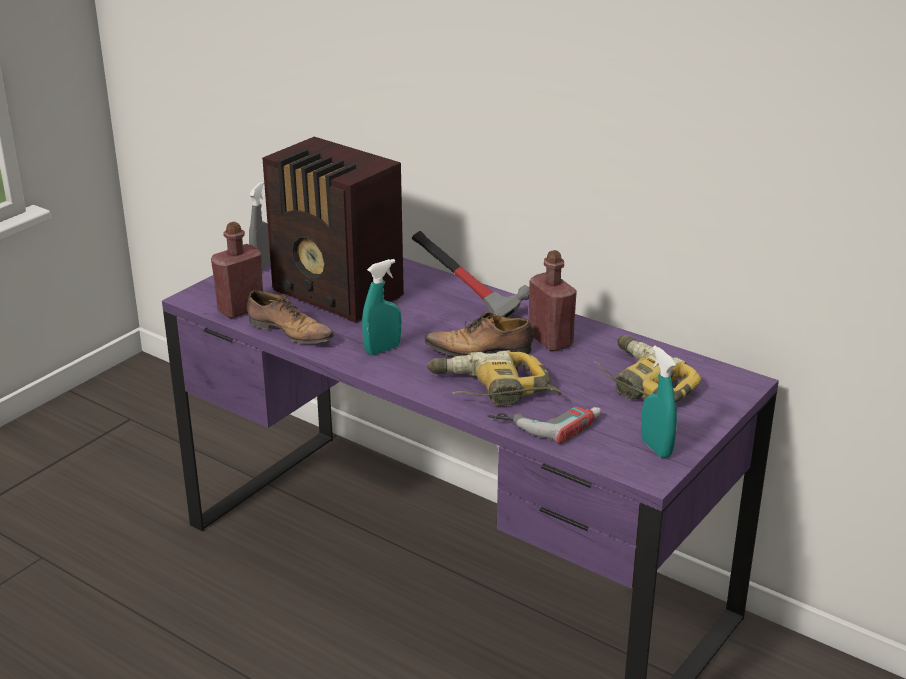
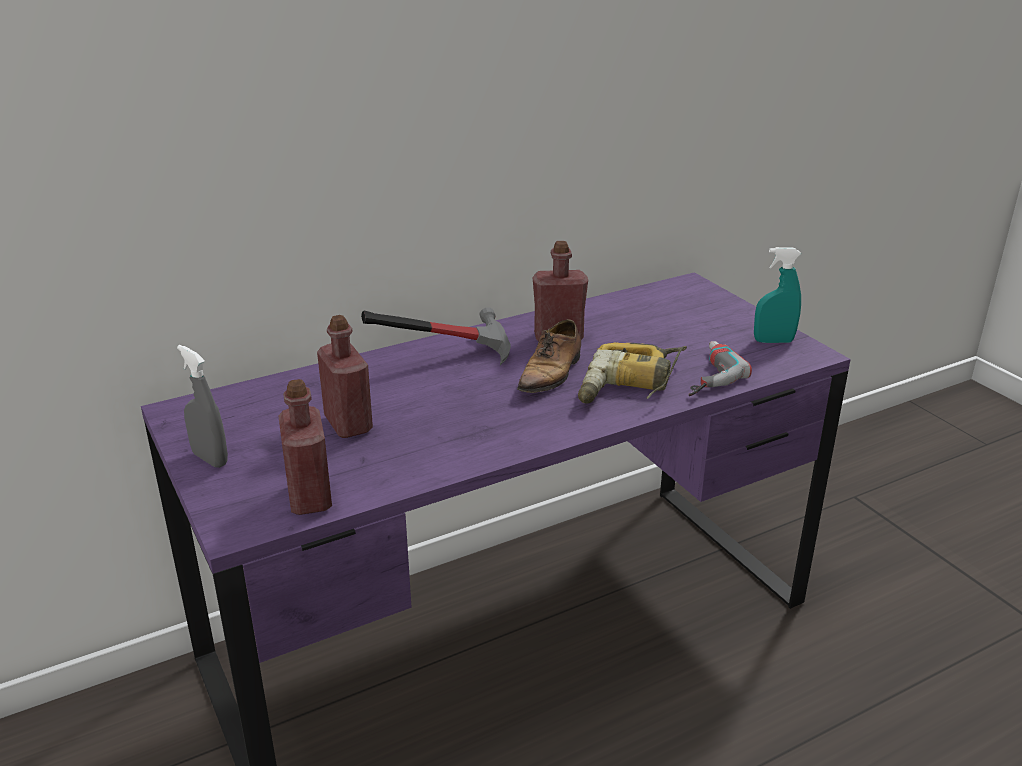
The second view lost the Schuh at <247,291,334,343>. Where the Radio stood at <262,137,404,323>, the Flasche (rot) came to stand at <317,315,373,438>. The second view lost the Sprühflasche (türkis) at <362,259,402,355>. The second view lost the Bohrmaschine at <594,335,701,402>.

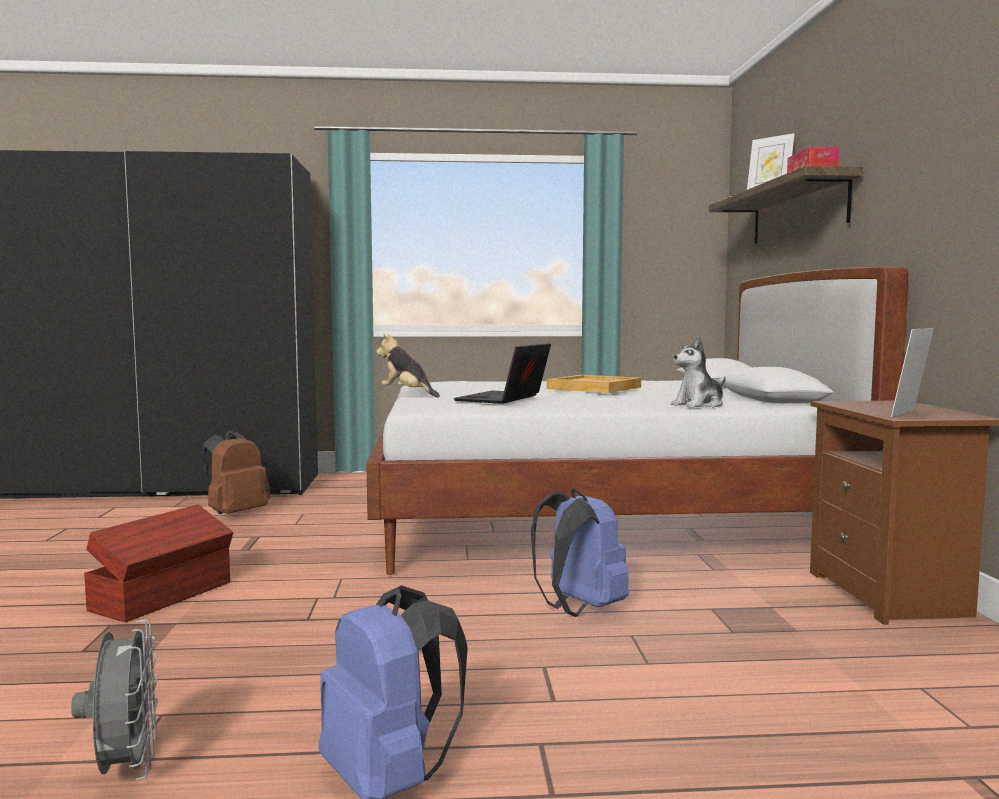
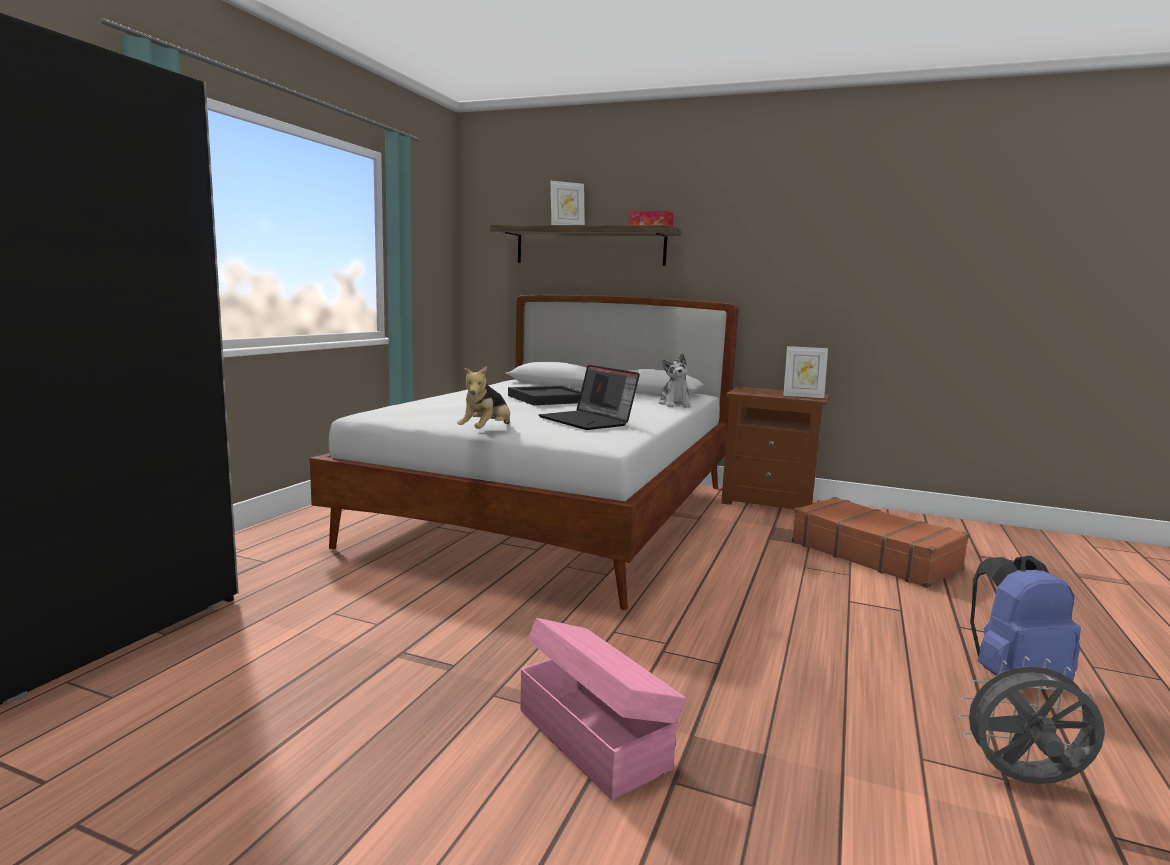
What was the Aufbewahrungsbox (braun) at <84,505,233,622> turned into the Aufbewahrungsbox (rosa) at <520,618,686,800>. The second view lost the Rucksack (braun) at <202,430,270,514>. The Plüschtier at <376,334,440,398> ended up facing another way, 45 degrees counterclockwise from before. The second view lost the Rucksack (blau) at <531,488,629,617>. What was the Tablett (beige) at <547,375,641,393> turned into the Tablett (schwarz) at <508,386,581,405>. The Bilderrahmen at <891,328,934,417> ended up facing another way, 60 degrees counterclockwise from before. The second view gained the Koffer (braun) at <792,497,969,588>.

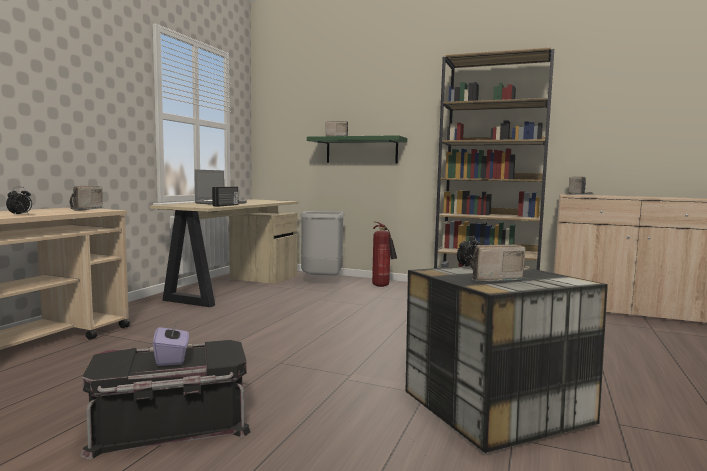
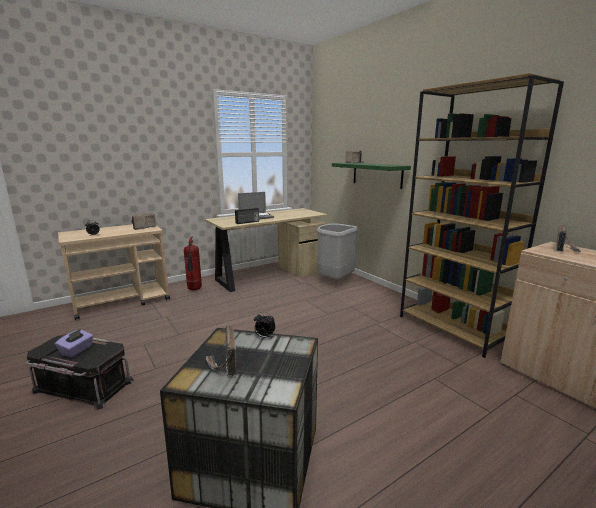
The Feuerlöscher ended up elsewhere, having gone from <372,222,397,287> to <184,237,202,290>. The Radio at <470,244,526,283> ended up facing another way, 120 degrees counterclockwise from before.

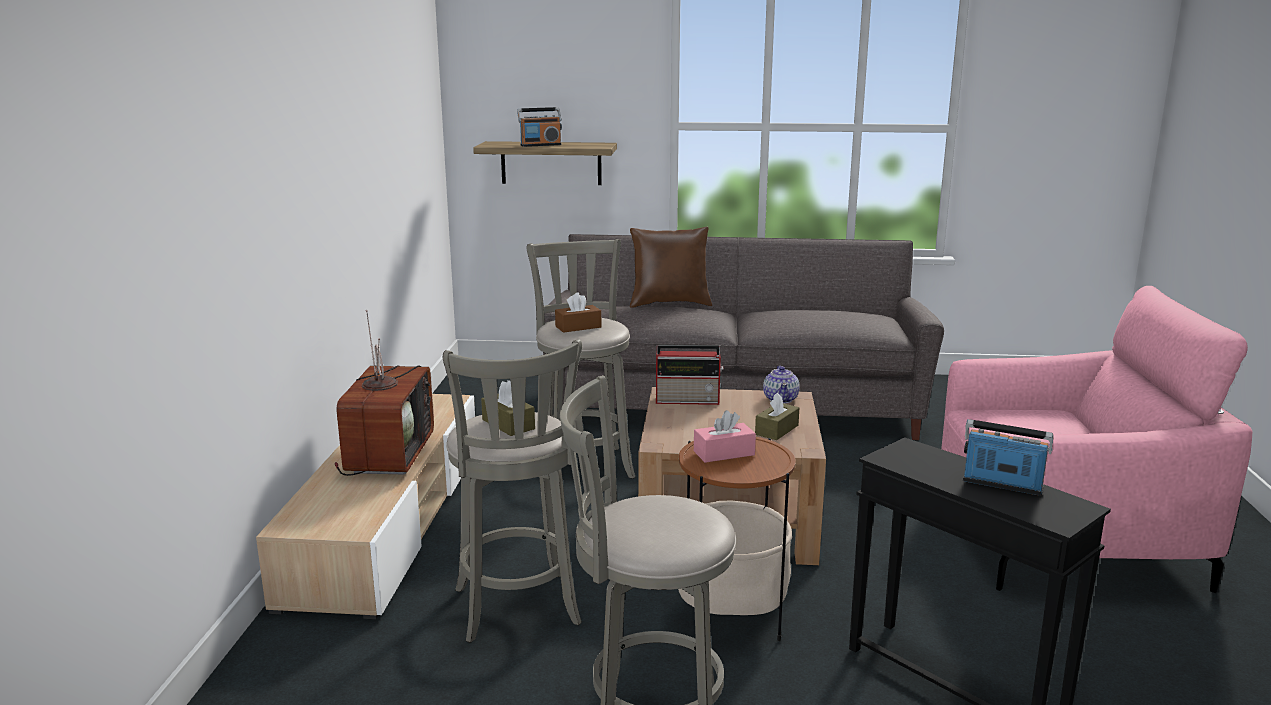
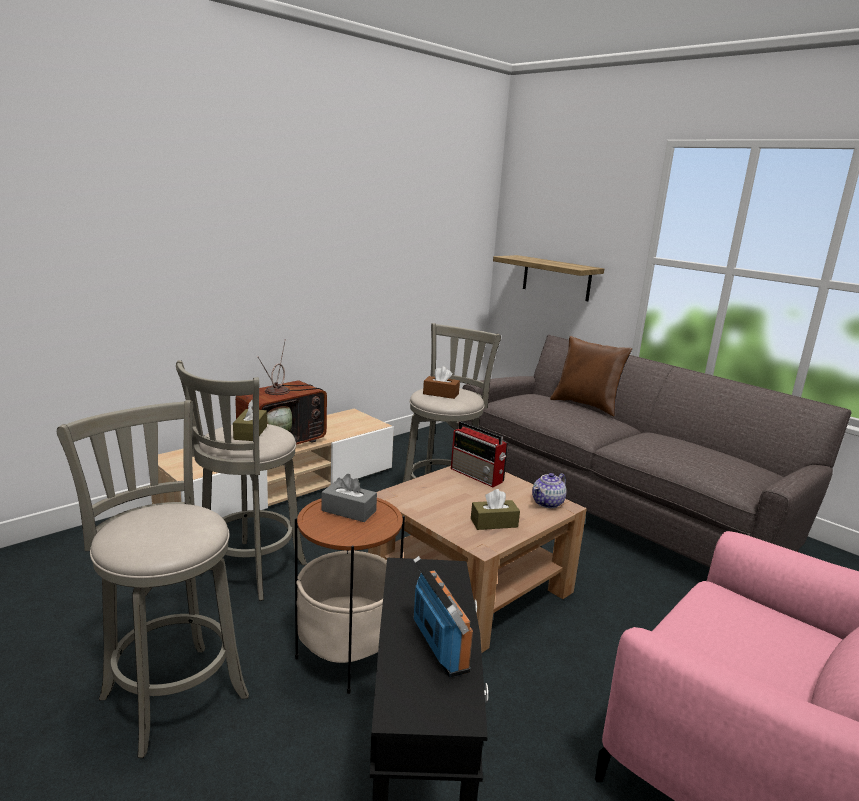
The second view lost the Radio at <517,107,562,147>. What was the Taschentuchbox (rosa) at <694,410,756,463> turned into the Taschentuchbox (grau) at <321,474,377,522>.

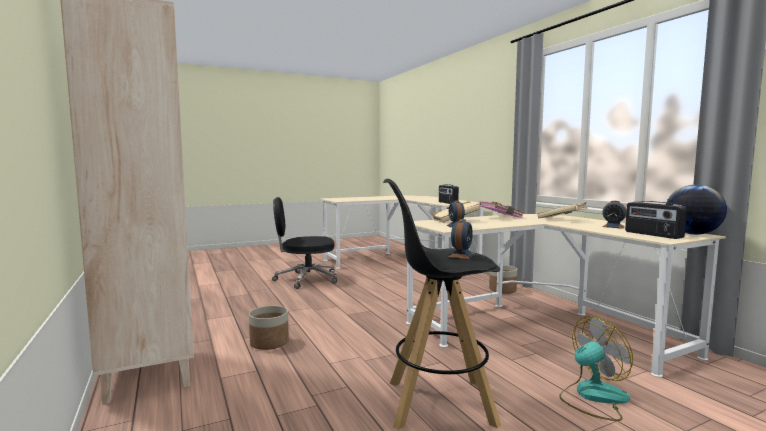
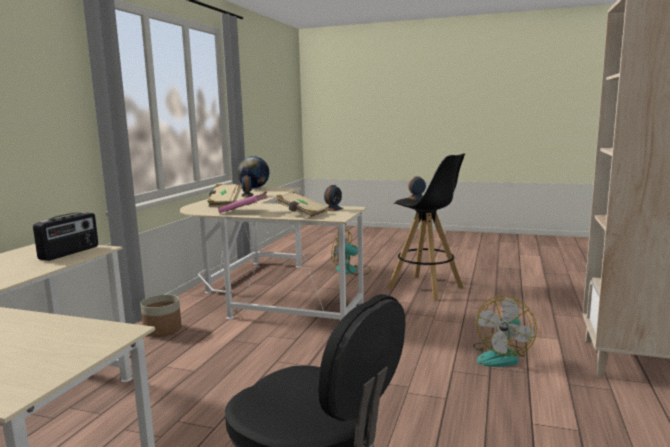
Where the Pflanzkübel stood at <249,306,289,350>, the Ventilator came to stand at <473,296,537,367>. The second view lost the Radio at <625,201,687,239>.

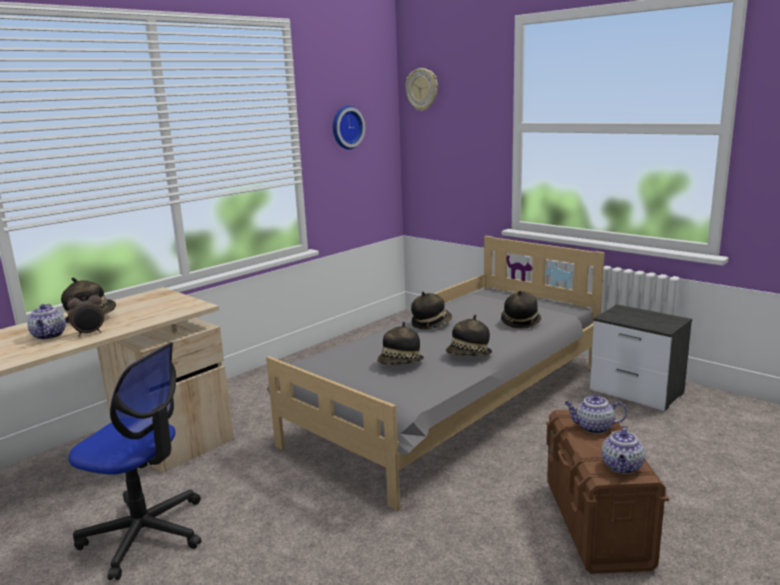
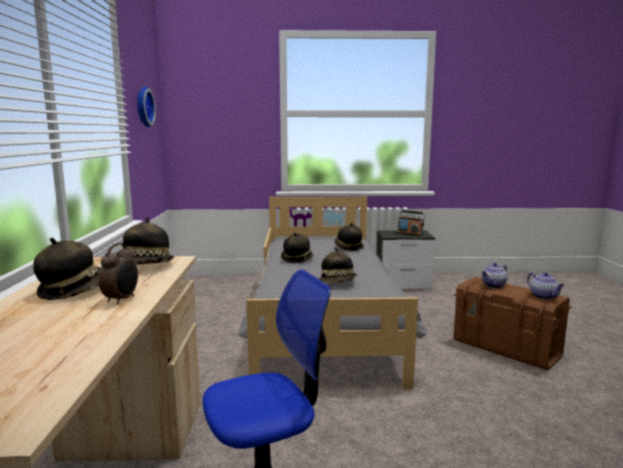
The second view lost the Teekanne at <27,304,66,340>. The second view lost the Wanduhr at <406,68,438,111>. The Hut ended up elsewhere, having gone from <446,315,492,356> to <123,217,174,264>. The second view gained the Radio at <397,210,426,236>.

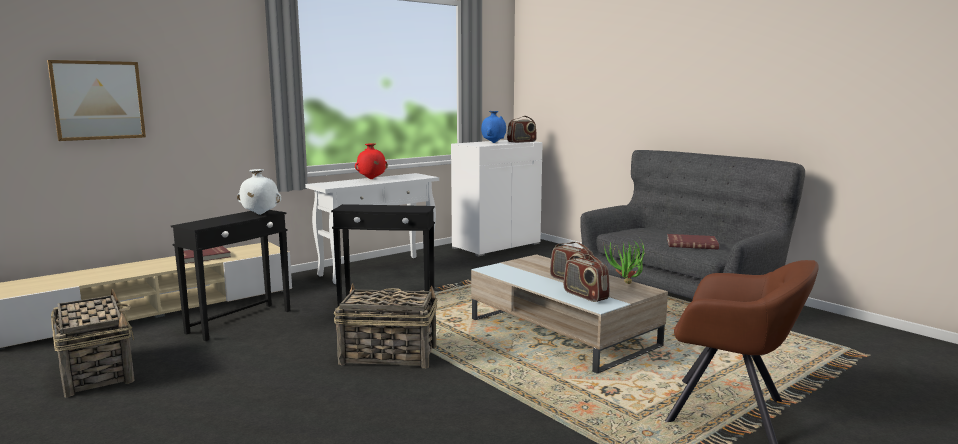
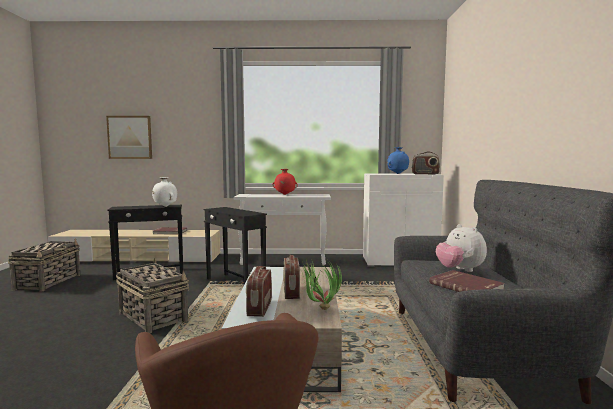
The second view gained the Plüschtier at <436,224,487,272>.

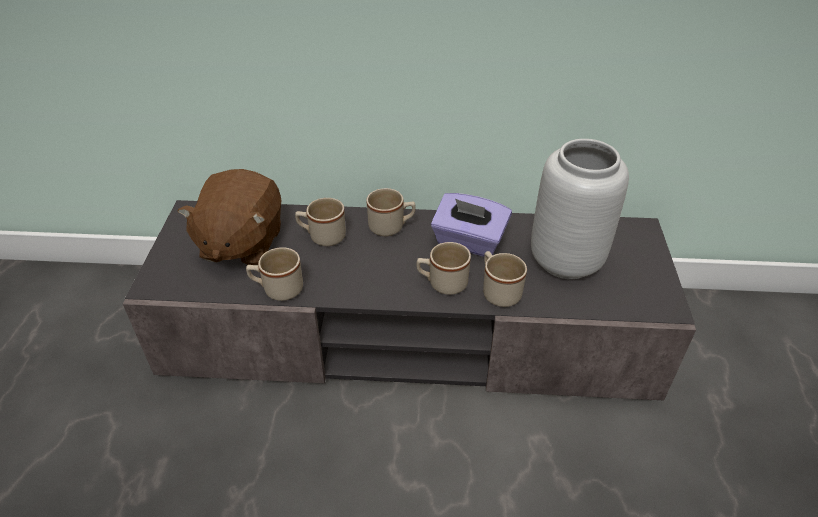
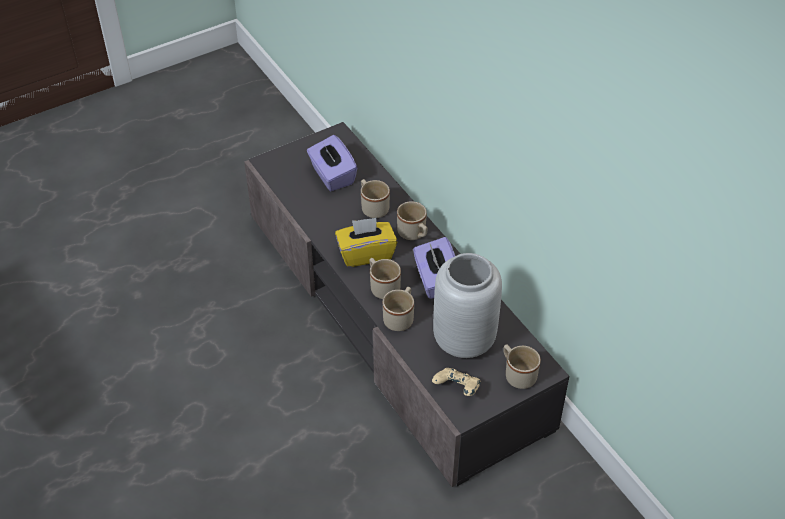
Where the Plüschtier (braun) stood at <178,169,281,265>, the Taschentuchbox (lila) came to stand at <307,135,357,191>. The Henkelbecher (beige) ended up elsewhere, having gone from <246,247,303,301> to <503,344,541,389>. The second view gained the Taschentuchbox (gelb) at <335,217,398,267>. The second view gained the Gamepad (beige) at <432,368,481,396>.

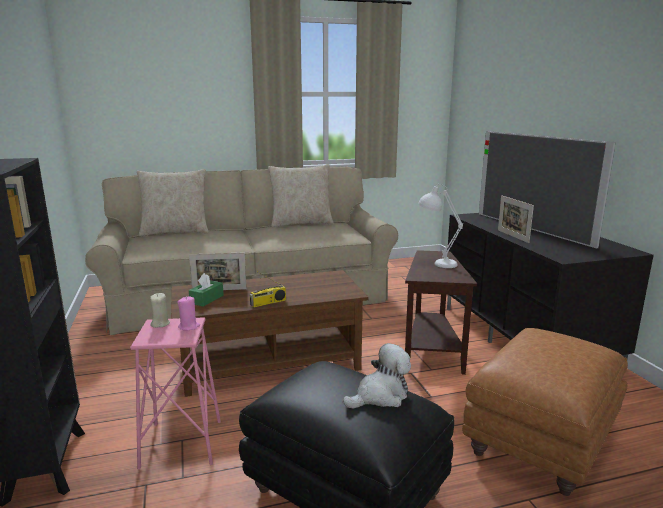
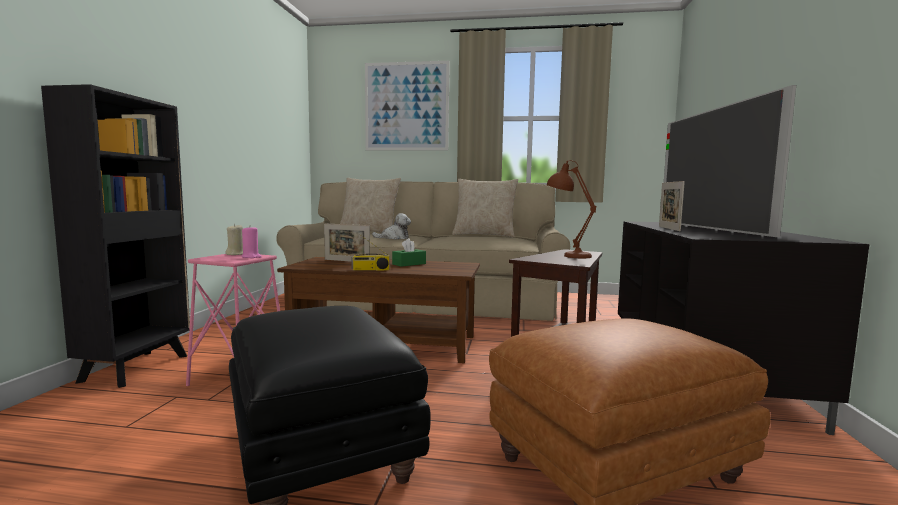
The Taschentuchbox (grün) ended up elsewhere, having gone from <189,273,224,306> to <392,238,426,267>. The Plüschtier ended up elsewhere, having gone from <343,343,411,409> to <372,213,411,239>. What was the Tischlampe (weiß) at <418,184,463,268> turned into the Tischlampe (braun) at <547,160,596,258>. The second view gained the Bild at <365,61,450,150>.

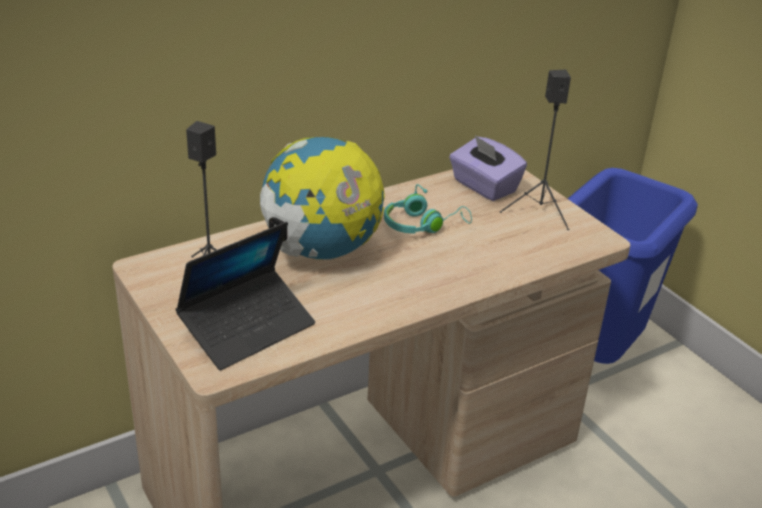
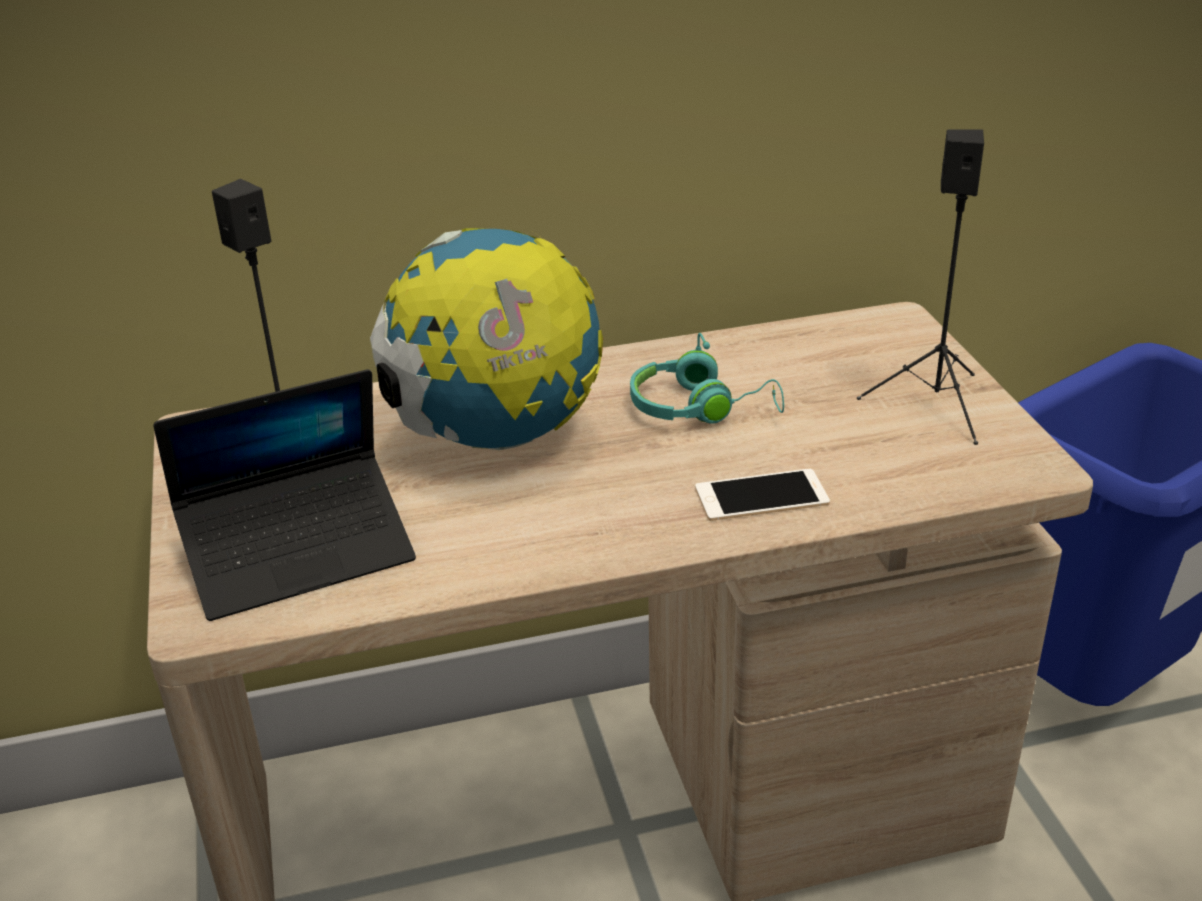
The second view lost the Taschentuchbox (lila) at <449,135,527,201>. The second view gained the Handy at <695,469,830,521>.

